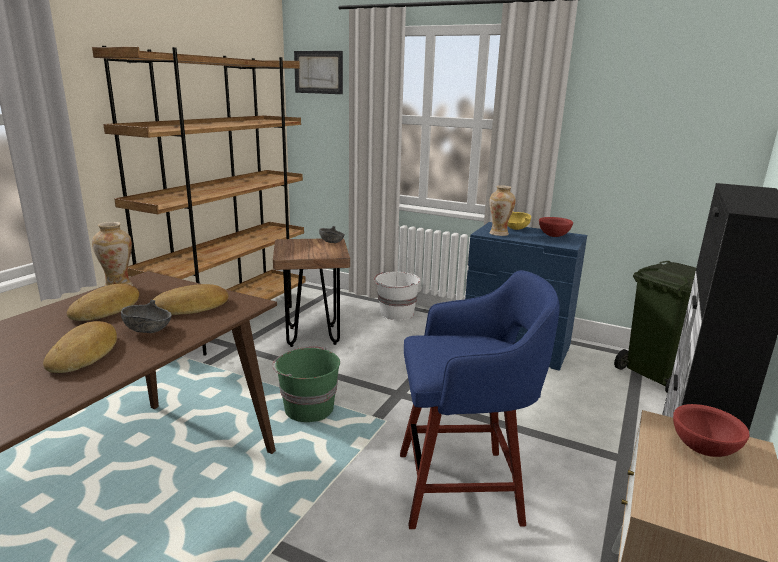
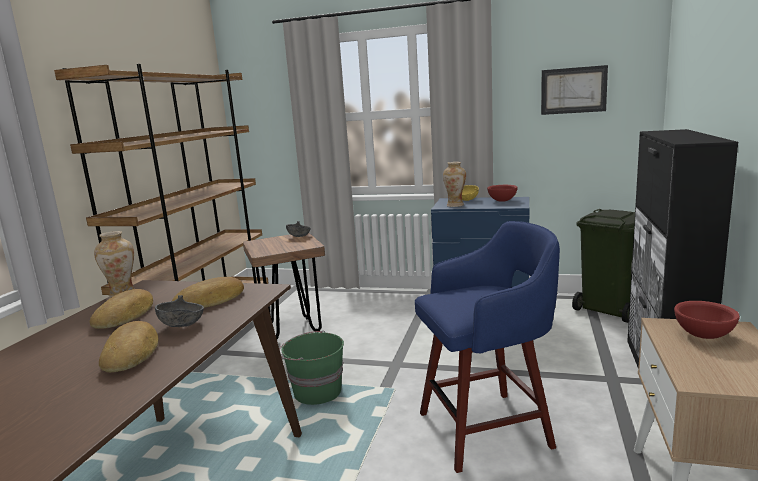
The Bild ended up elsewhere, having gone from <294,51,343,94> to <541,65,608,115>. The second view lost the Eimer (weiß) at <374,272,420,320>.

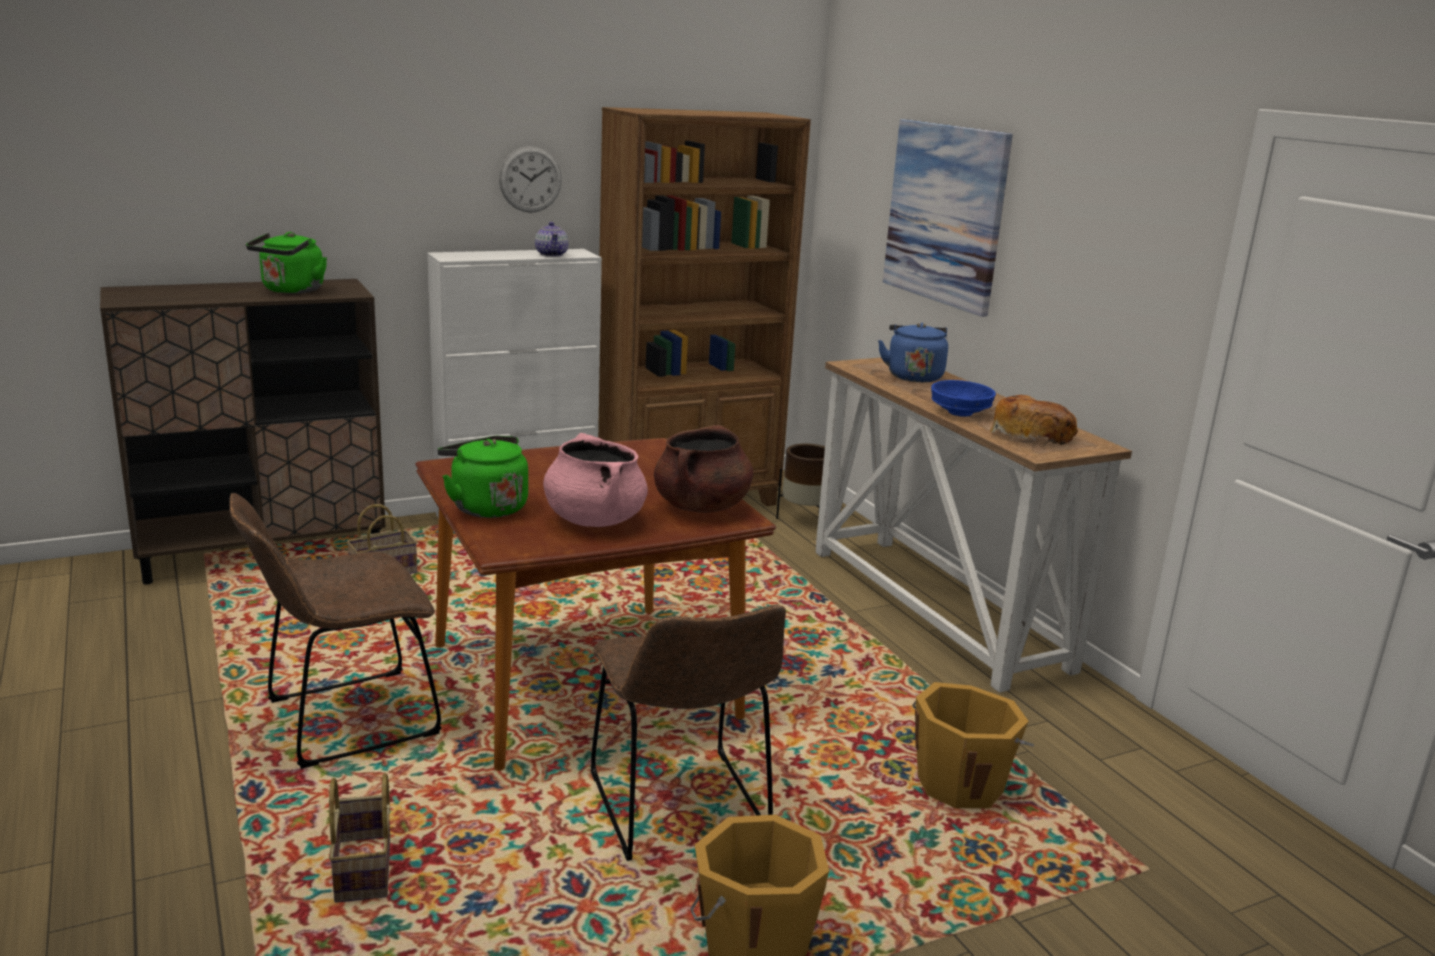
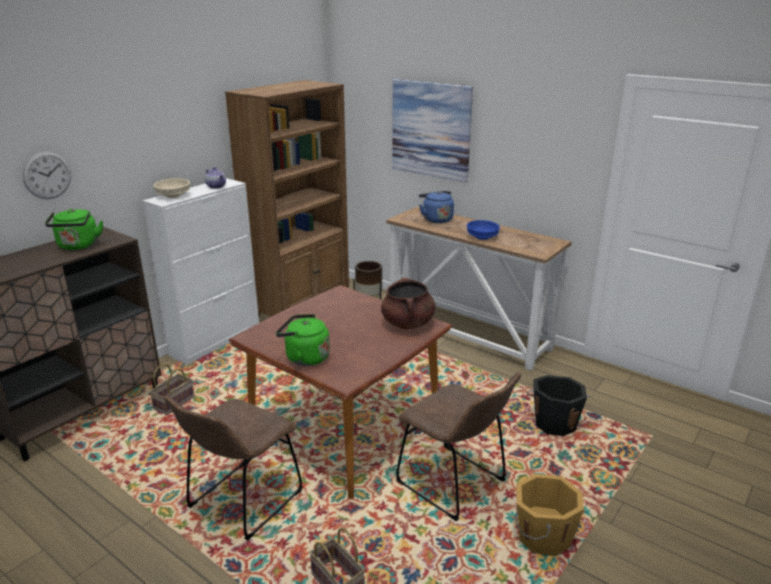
The Wanduhr ended up elsewhere, having gone from <499,146,562,213> to <22,151,71,199>. The second view lost the Kochtopf (rosa) at <543,433,648,527>. What was the Eimer (orange) at <912,682,1034,808> turned into the Eimer (schwarz) at <526,375,591,436>. The second view lost the Brot at <990,395,1078,446>. The second view gained the Schüssel (beige) at <154,178,190,198>.

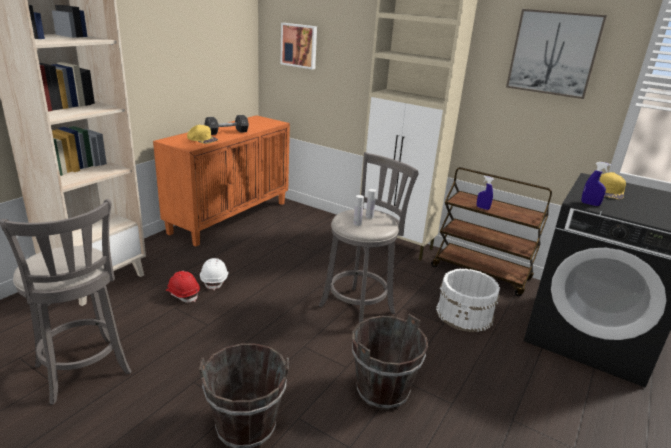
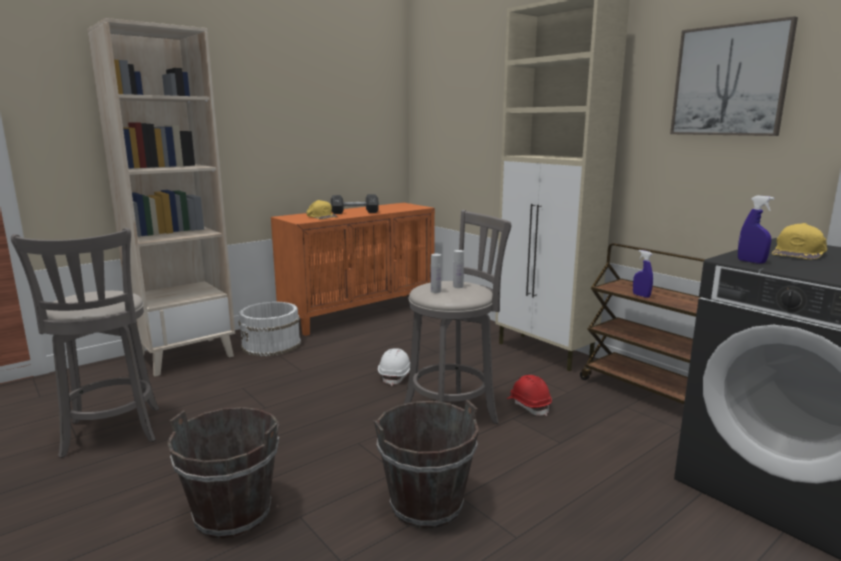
The Schutzhelm (rot) ended up elsewhere, having gone from <166,271,200,303> to <507,375,552,416>. The Schutzhelm (weiß) ended up elsewhere, having gone from <200,258,228,291> to <378,348,410,386>. The second view lost the Bild at <281,23,317,69>. The Eimer (weiß) ended up elsewhere, having gone from <436,268,500,332> to <238,302,301,356>.

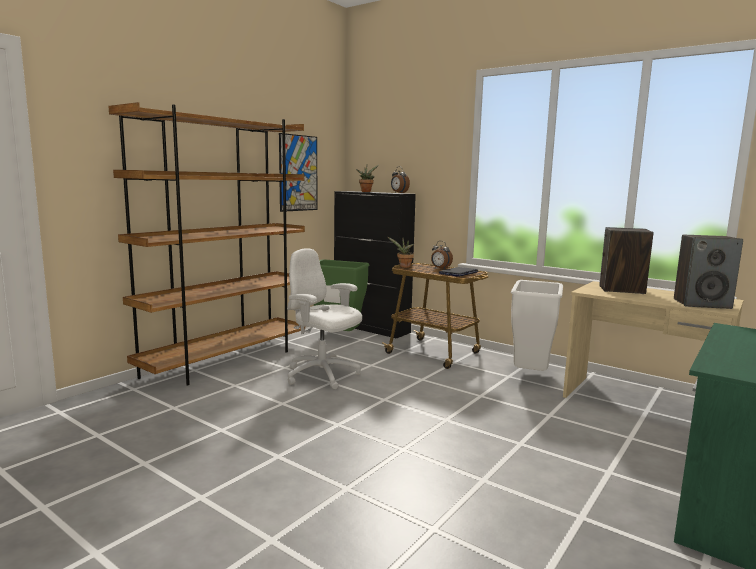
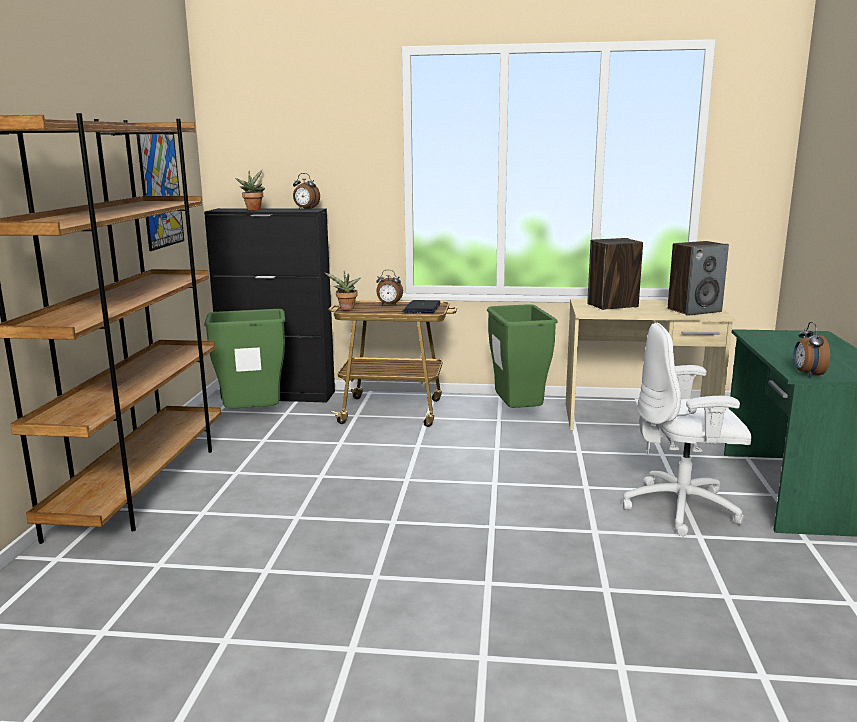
The Bürostuhl (weiß) ended up elsewhere, having gone from <287,248,362,389> to <623,322,752,536>. What was the Mülleimer (weiß) at <511,280,563,371> turned into the Mülleimer (grün) at <487,304,557,408>. The second view gained the Wecker at <794,322,830,377>.

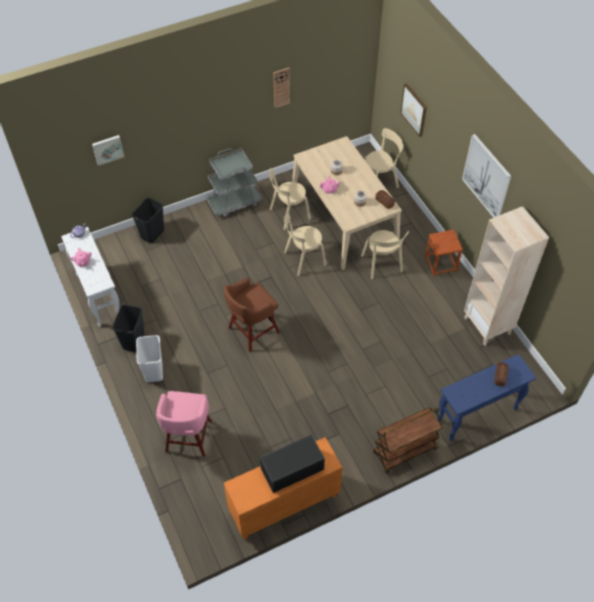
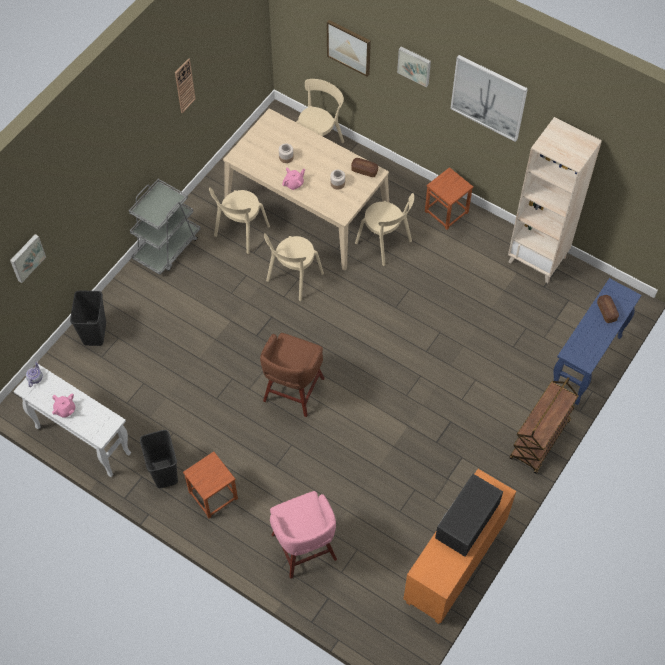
Where the Mülleimer (weiß) stood at <136,335,163,382>, the Hocker (braun) came to stand at <183,451,238,518>. The second view gained the Bild at <397,46,431,87>.

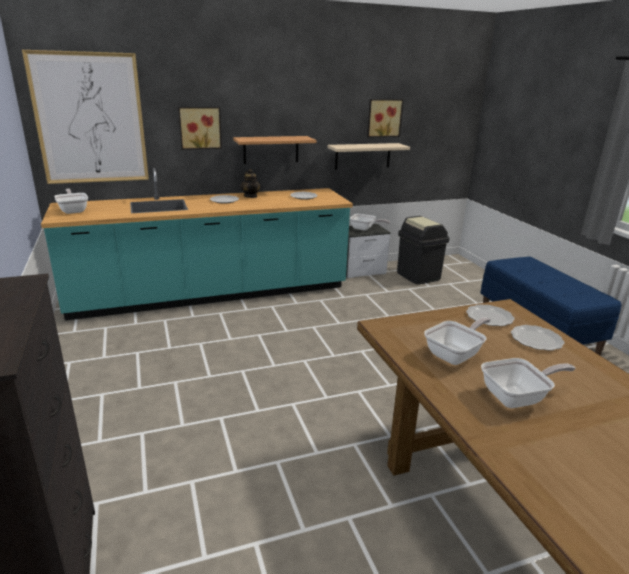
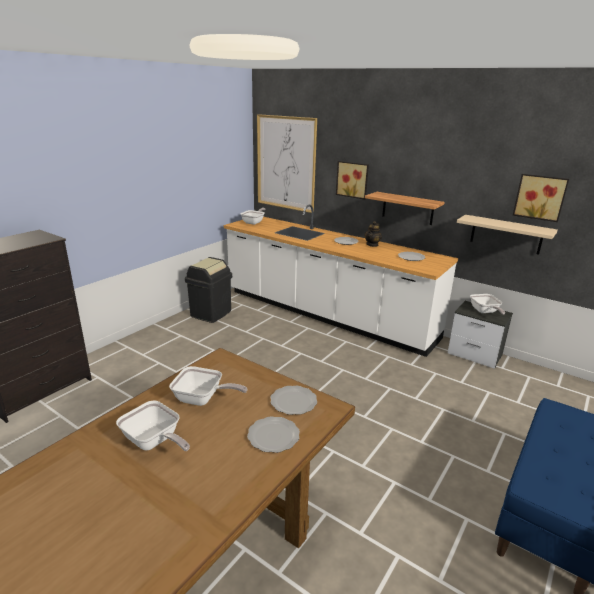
What was the Küchenzeile (türkis) at <41,168,353,321> turned into the Küchenzeile (weiß) at <224,205,458,357>. The Mülleimer (schwarz) ended up elsewhere, having gone from <397,216,450,285> to <185,257,232,323>.

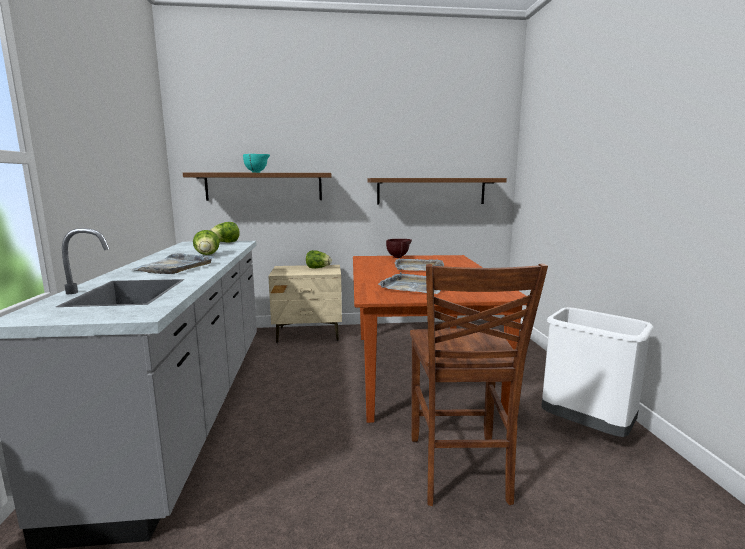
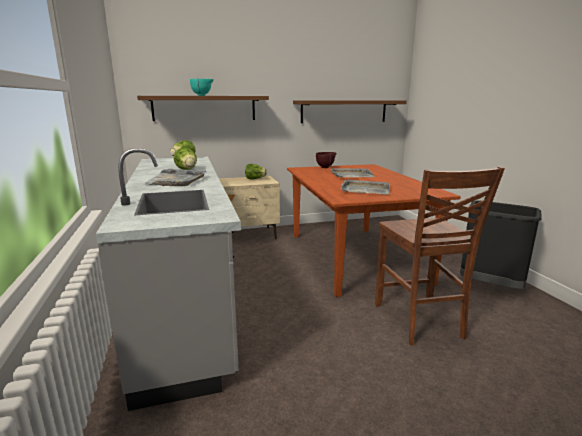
What was the Mülleimer (weiß) at <542,307,654,437> turned into the Mülleimer (schwarz) at <460,200,542,289>.

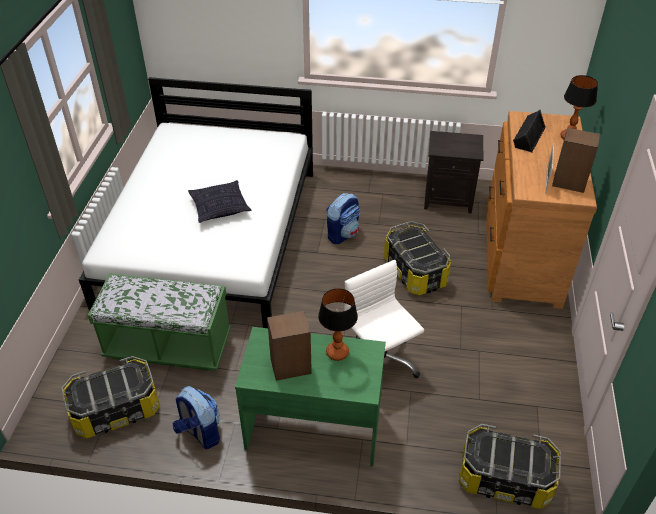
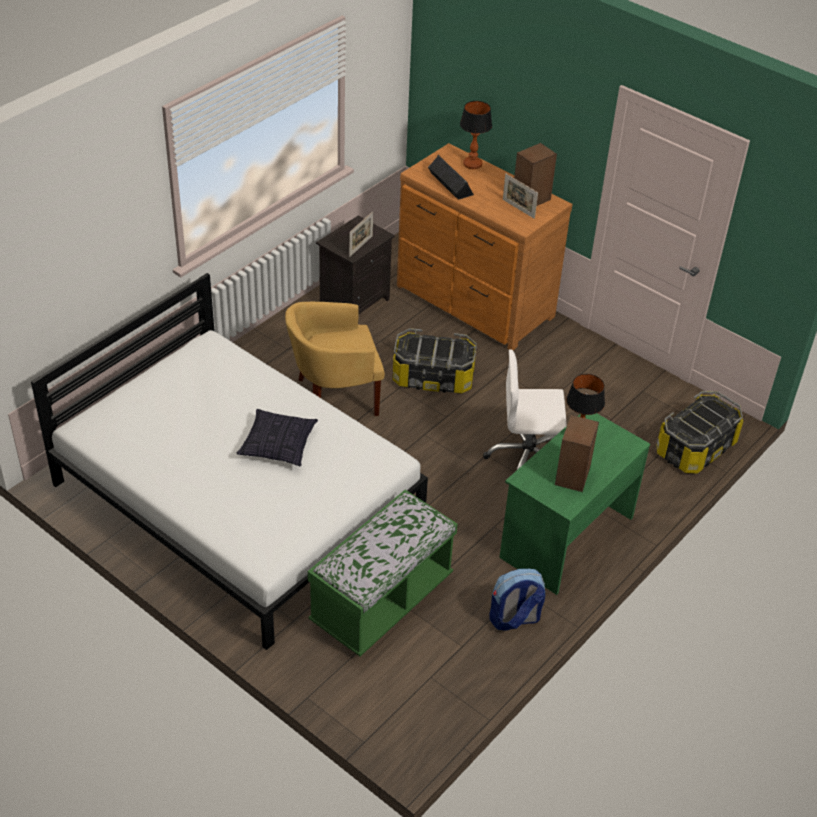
The second view lost the Aufbewahrungsbox at <61,356,160,438>. Where the Rucksack stood at <326,193,360,244>, the Sessel (gelb) came to stand at <285,302,385,416>. The second view gained the Bilderrahmen at <349,211,373,257>.

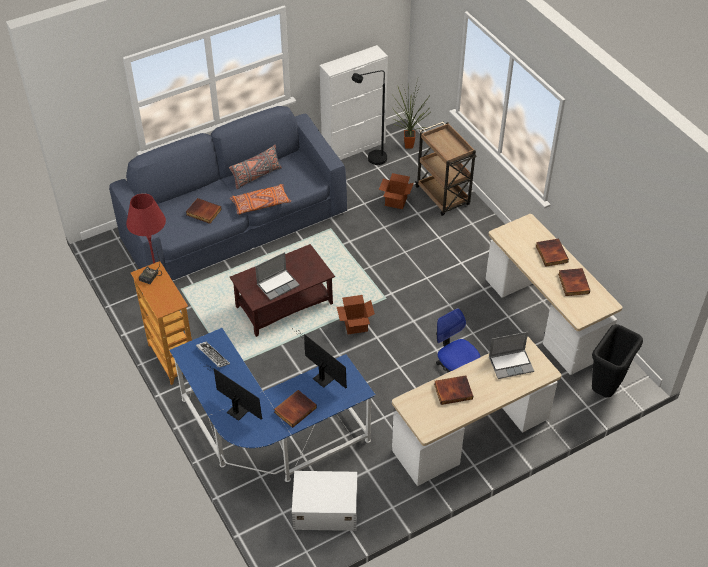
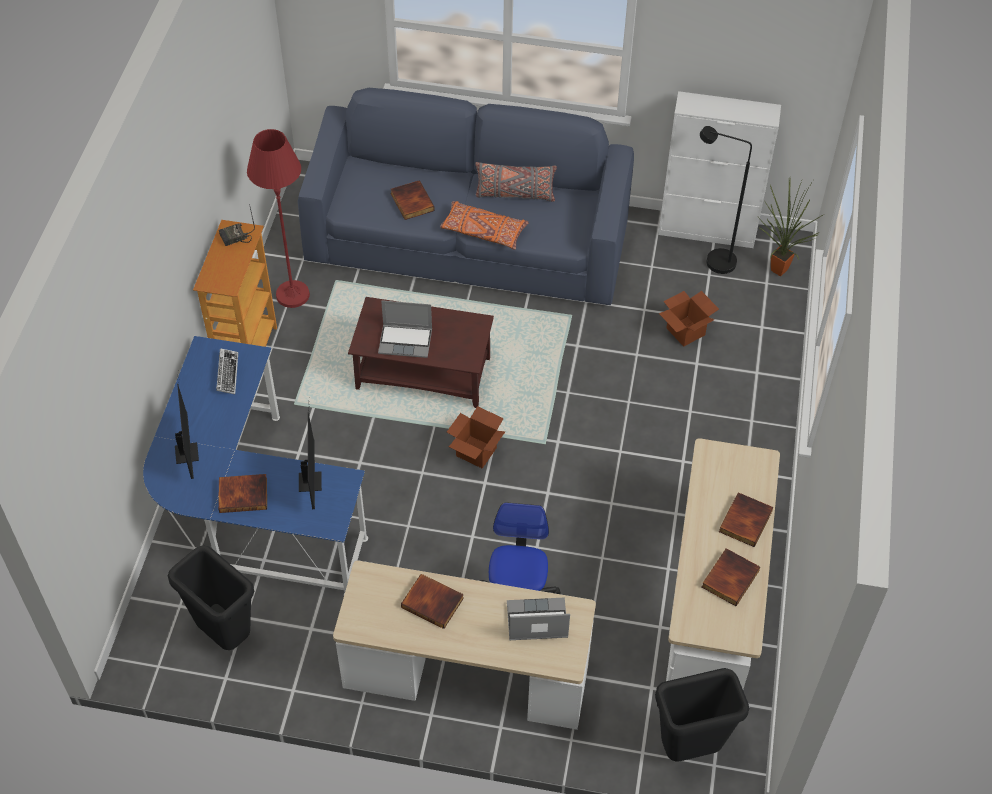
Where the Aufbewahrungsbox (weiß) stood at <292,471,357,531>, the Mülleimer (schwarz) came to stand at <168,545,254,650>. The second view lost the Rollwagen (braun) at <415,122,477,216>. The Laptop at <489,332,534,379> ended up facing another way, 150 degrees clockwise from before.

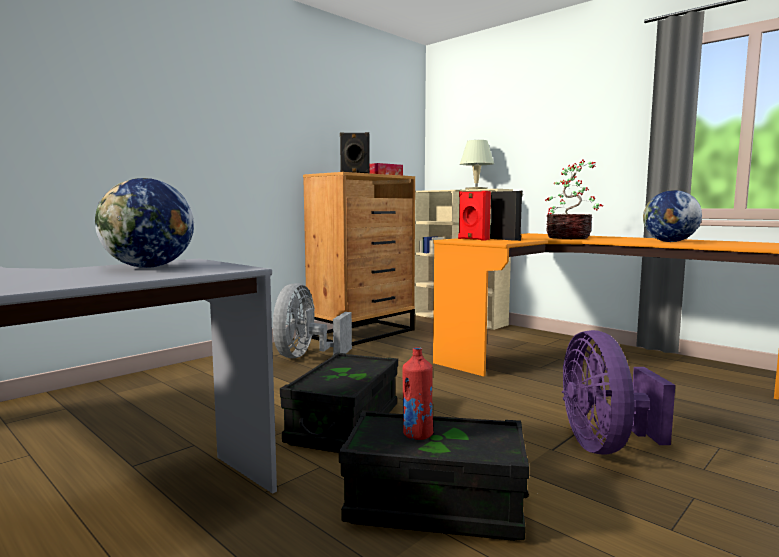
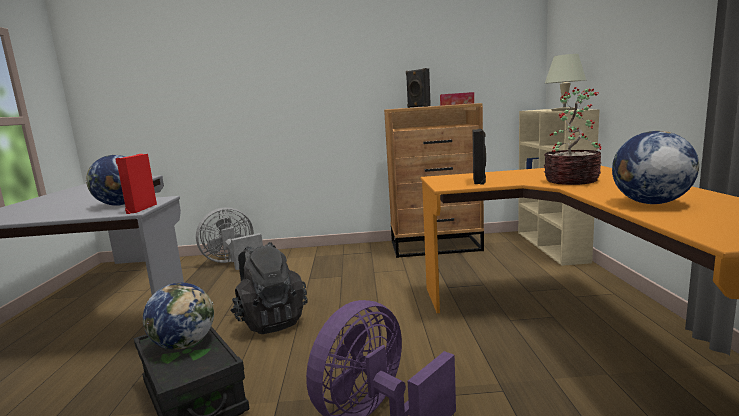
The Ventilator (grau) ended up elsewhere, having gone from <273,283,352,358> to <196,207,263,270>. Where the Aufbewahrungsbox (schwarz) stood at <280,353,398,453>, the Rucksack (schwarz) came to stand at <230,242,308,334>. Where the Flasche (rot) stood at <402,347,434,440>, the Globus came to stand at <143,283,214,350>. The Lautsprecher (rot) ended up elsewhere, having gone from <458,191,491,241> to <116,154,157,214>.

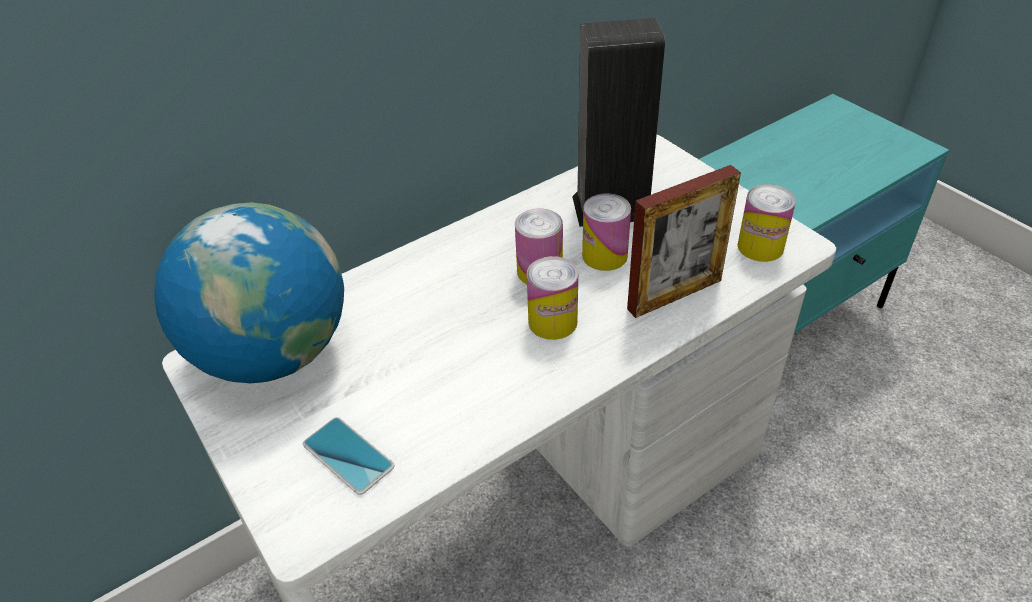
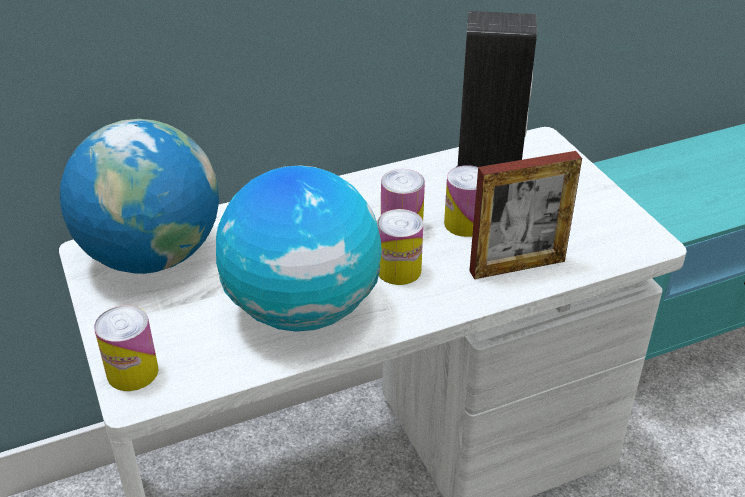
The second view lost the Handy at <303,417,394,495>. The Dose ended up elsewhere, having gone from <738,184,796,262> to <94,305,158,391>. The second view gained the Globus at <216,166,382,332>.

